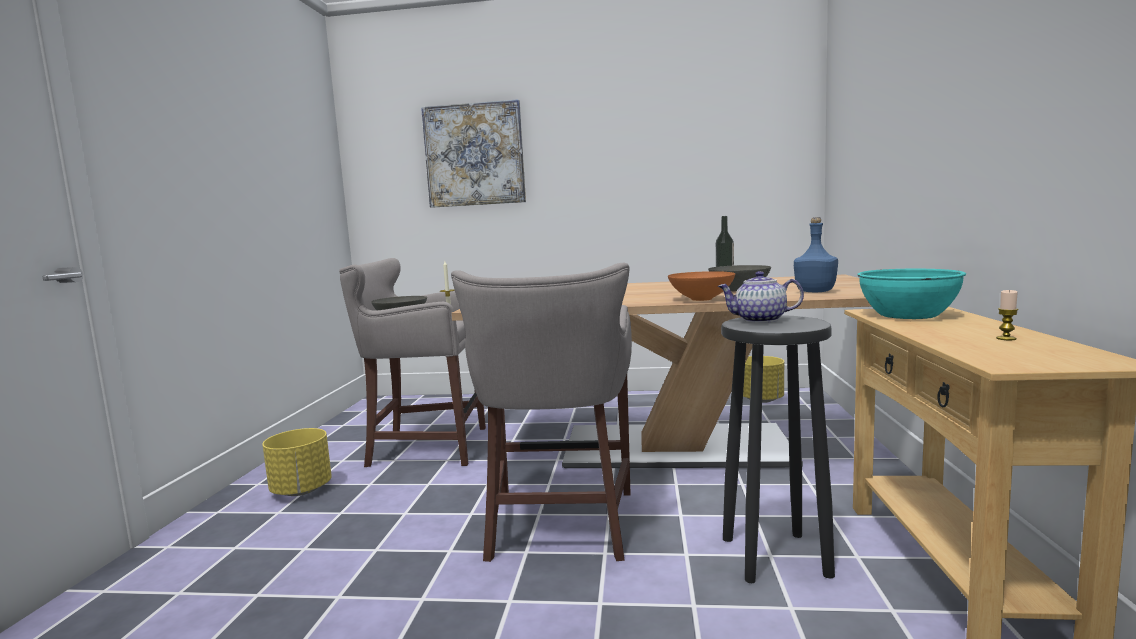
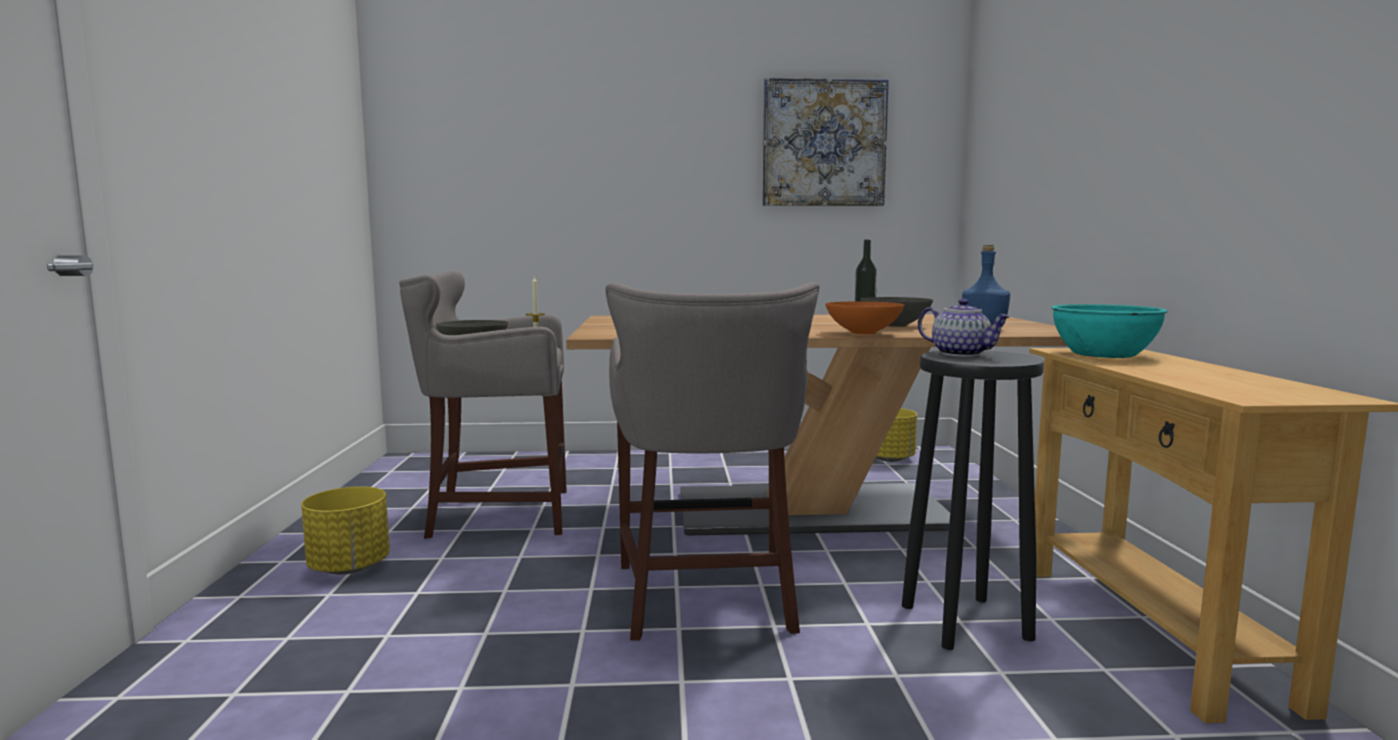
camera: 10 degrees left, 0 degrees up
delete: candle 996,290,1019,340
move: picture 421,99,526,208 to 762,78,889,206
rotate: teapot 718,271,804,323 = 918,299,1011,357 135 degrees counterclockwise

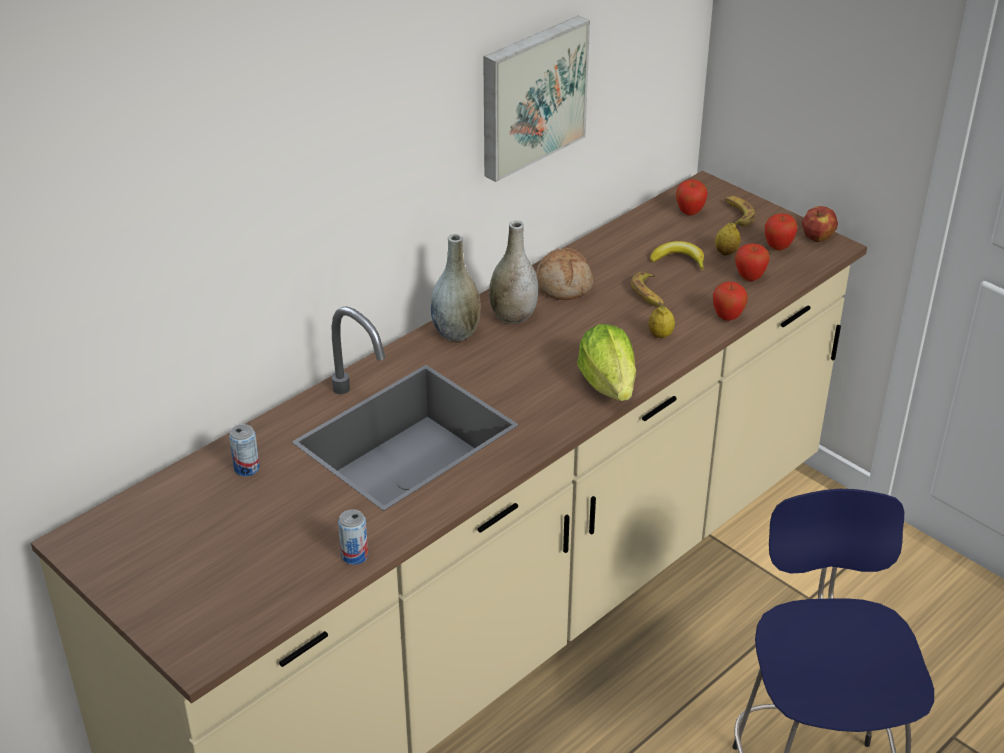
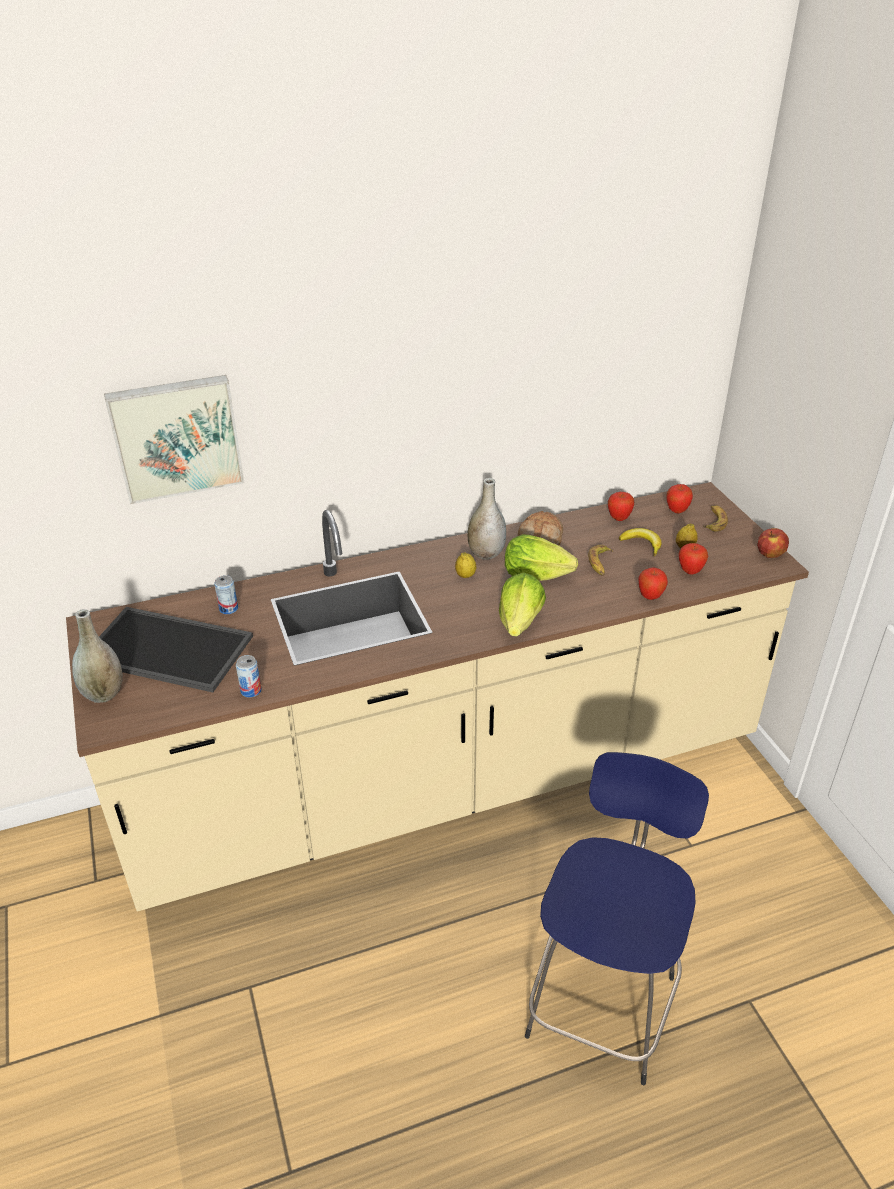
camera: 25 degrees right, 0 degrees up
insert: tray 99,607,253,692; lettuce 505,534,578,581
move: grey vase 431,234,481,341 to 72,609,123,703; picture 483,16,590,182 to 104,375,244,504; lemon 649,306,675,338 to 455,552,476,578; apple 765,213,797,250 to 608,492,634,521

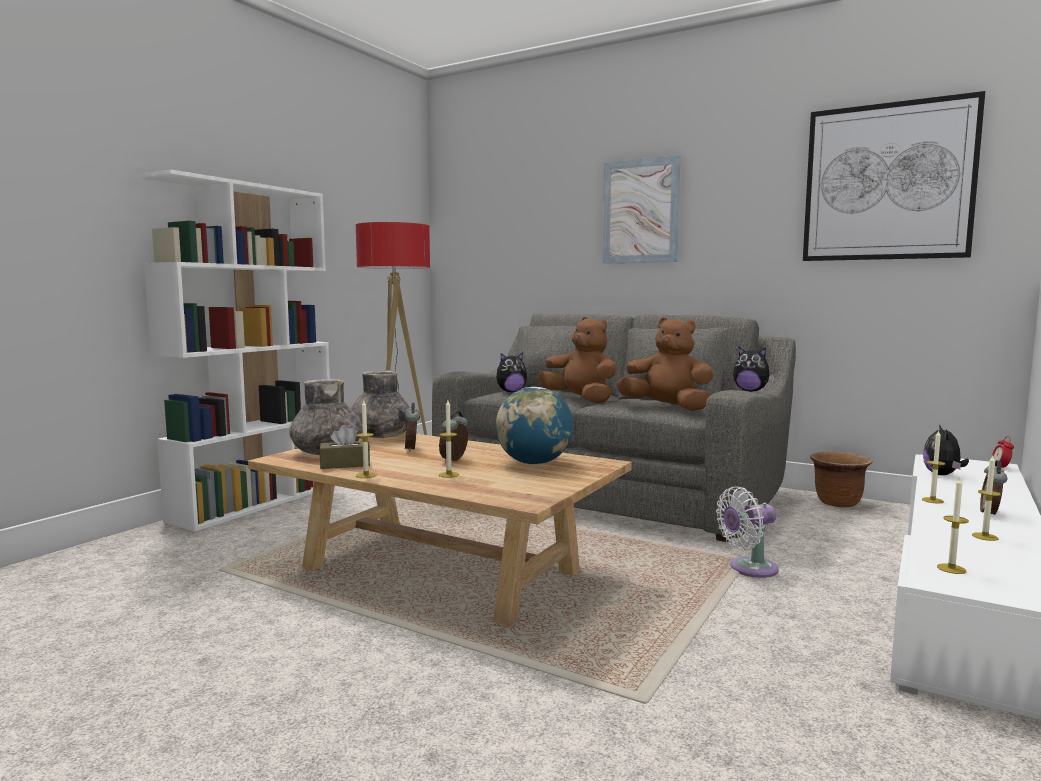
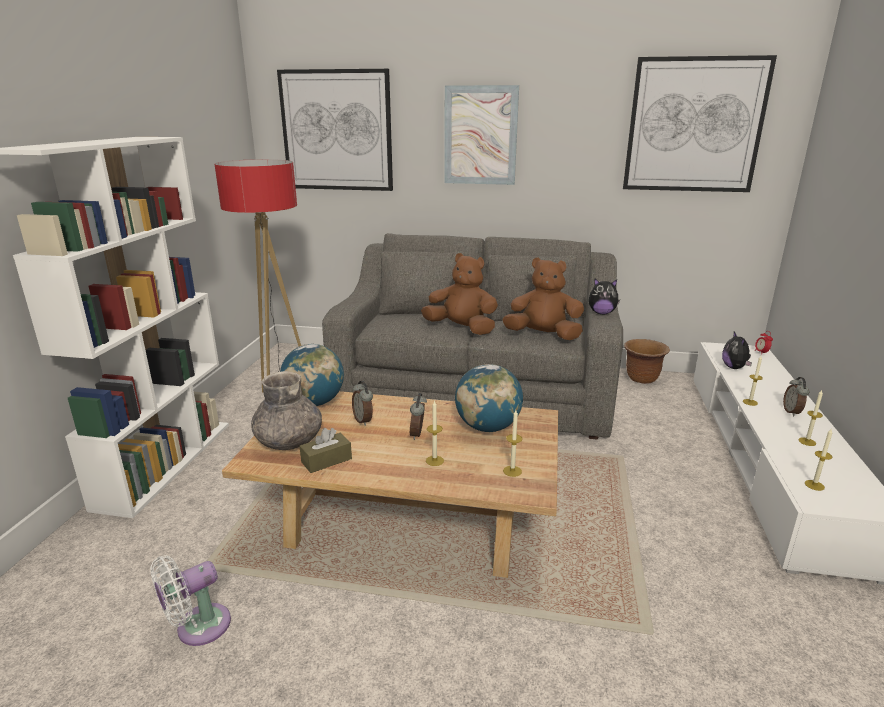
camera: 20 degrees left, 15 degrees up
delete: plush toy 496,352,527,392
insert: picture 277,69,393,191
move: candle 356,401,377,478 to 503,410,522,477; white fan 716,486,779,578 to 150,555,231,646
replace: grey vase 351,371,410,438 to globe 280,344,344,406

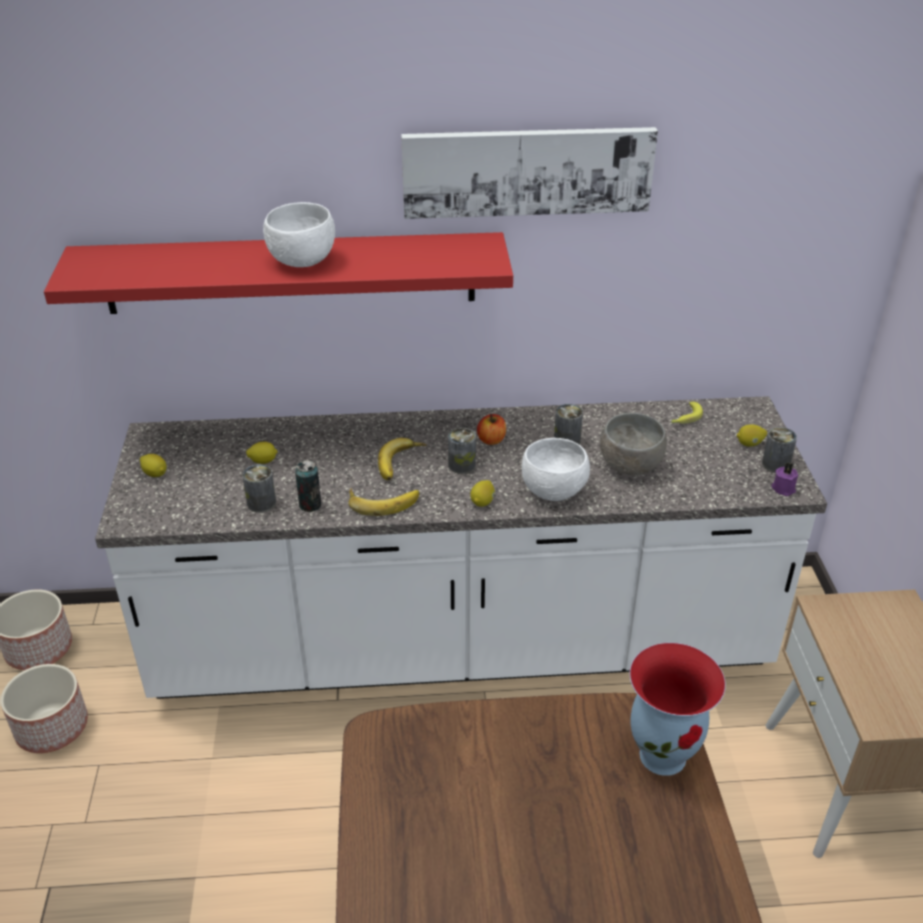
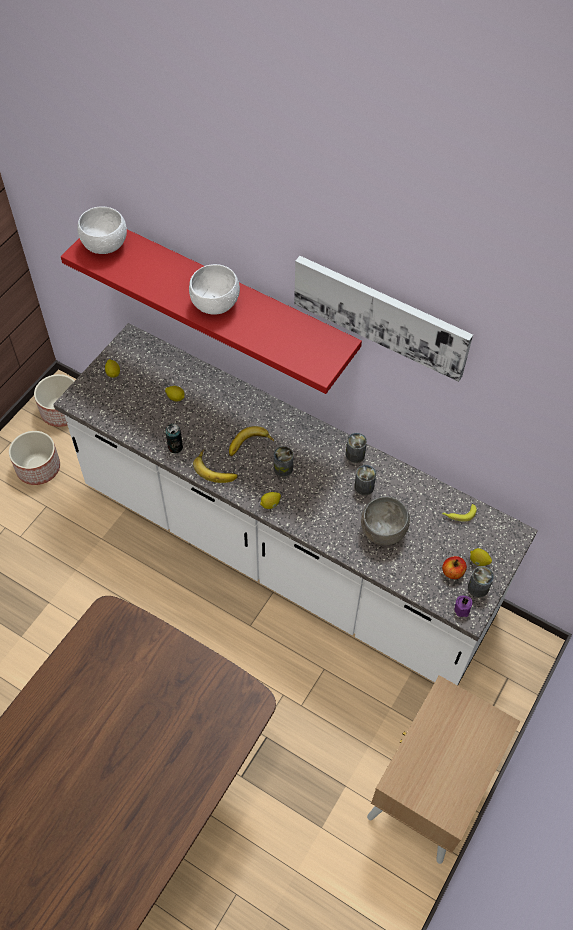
camera: 35 degrees right, 20 degrees up
delete: vase 629,643,726,776
move: can 242,464,276,513 to 346,433,367,463; apple 477,414,506,445 to 442,556,467,579; white bowl 522,438,590,501 to 77,207,127,254

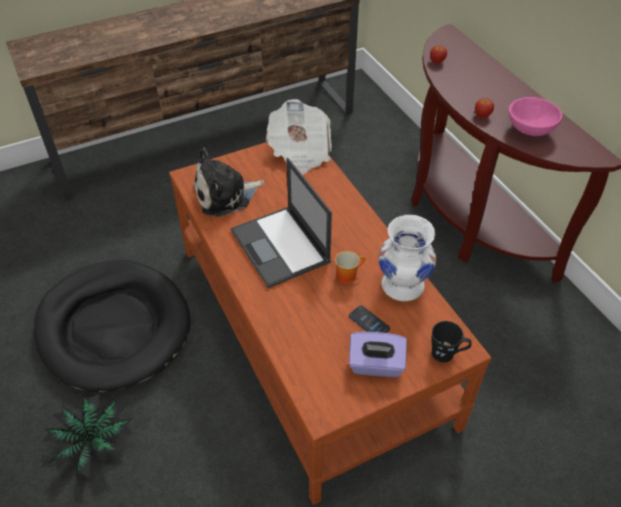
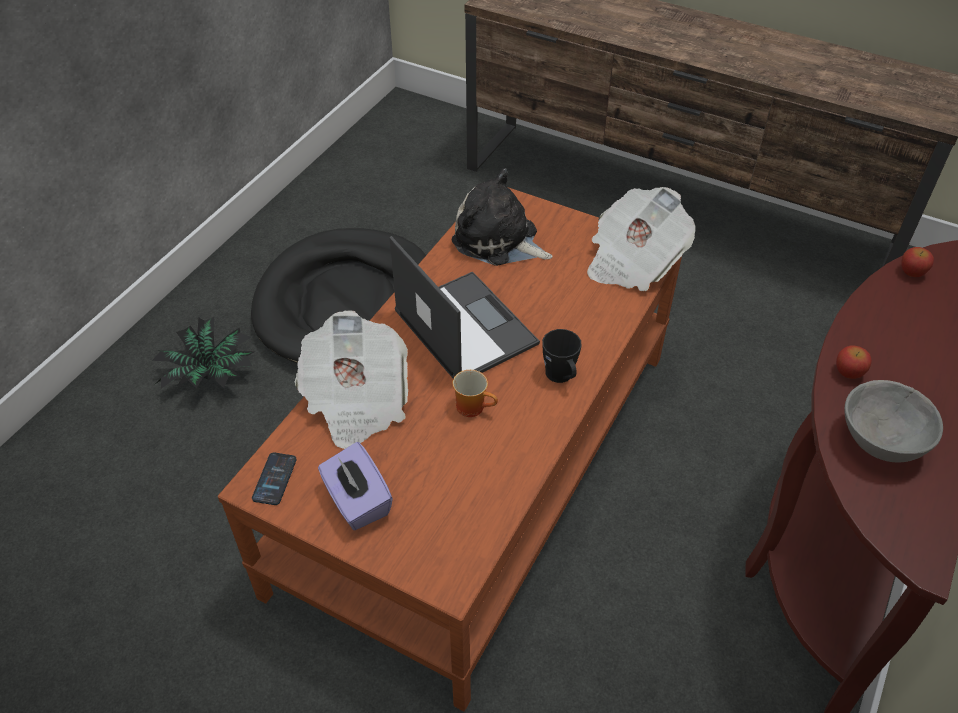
camera: 55 degrees right, 0 degrees up
delete: white vase 378,215,436,301
insert: newspaper 295,311,408,449
move: phone 349,305,390,333 to 252,453,297,505; black mug 431,321,472,363 to 542,329,581,383
recolor: pink bowl 508,97,563,136 to grey bowl 844,380,943,462
rotate: laptop 231,158,332,288 = 390,236,540,378 120 degrees clockwise

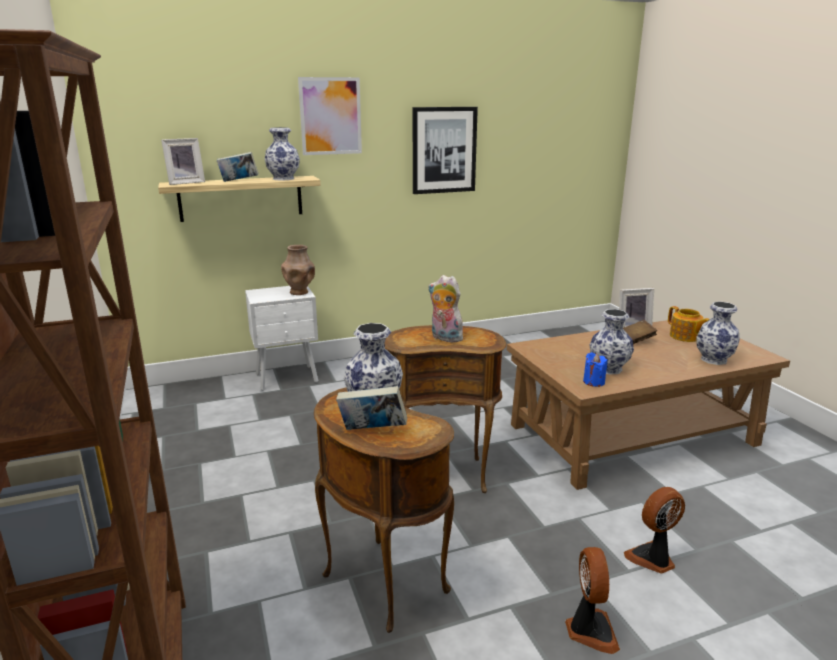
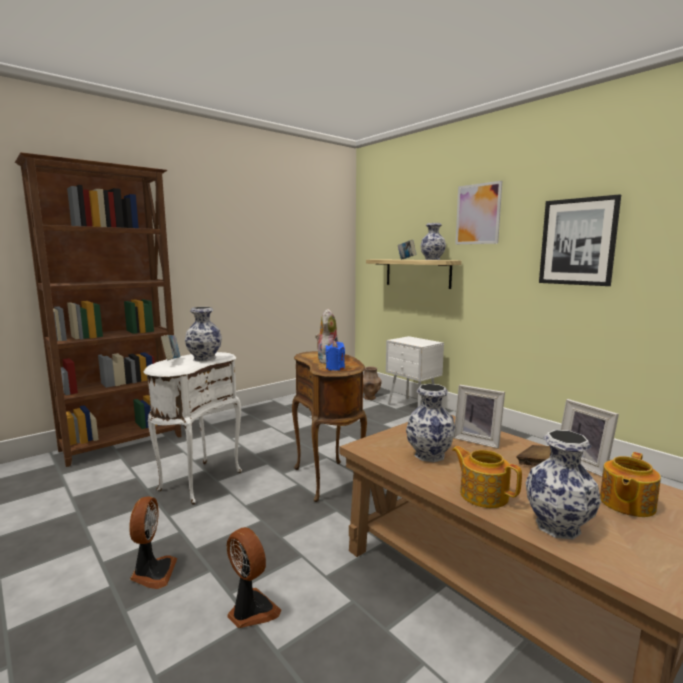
camera: 70 degrees right, 10 degrees down
insert: teapot 452,446,522,508
move: picture frame 161,138,205,185 to 453,385,505,449; brown vase 281,245,315,295 to 363,366,382,400; blue candle 583,352,607,387 to 325,341,345,371
recolor: brown side table 314,387,454,633 to white side table 144,352,242,505
rotate: fan 565,547,620,654 = 129,496,178,589 75 degrees counterclockwise

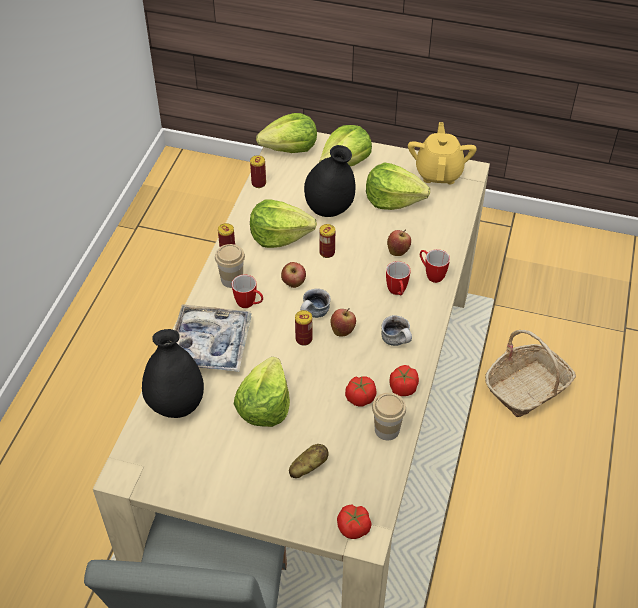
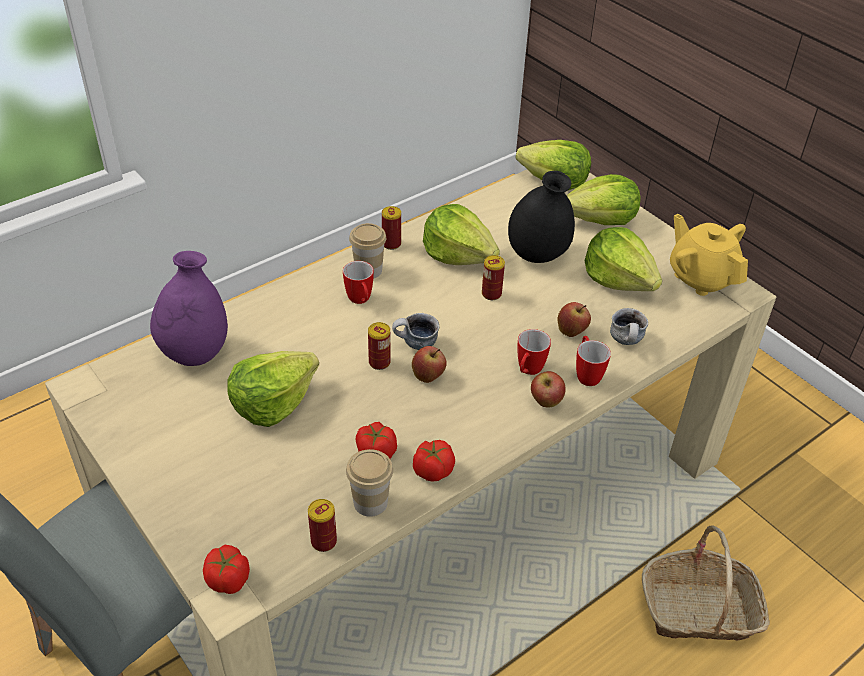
camera: 35 degrees right, 5 degrees down
delete: tray 175,304,251,372; potato 289,444,329,478
move: can 250,155,266,188 to 308,499,337,552; apple 281,262,306,288 to 531,371,566,407; mug 381,315,412,346 to 610,308,648,345
recolor: black vase 142,329,204,418 to purple vase 150,251,228,366
rotate: yellow teapot 408,122,477,184 = 670,214,748,296 75 degrees counterclockwise

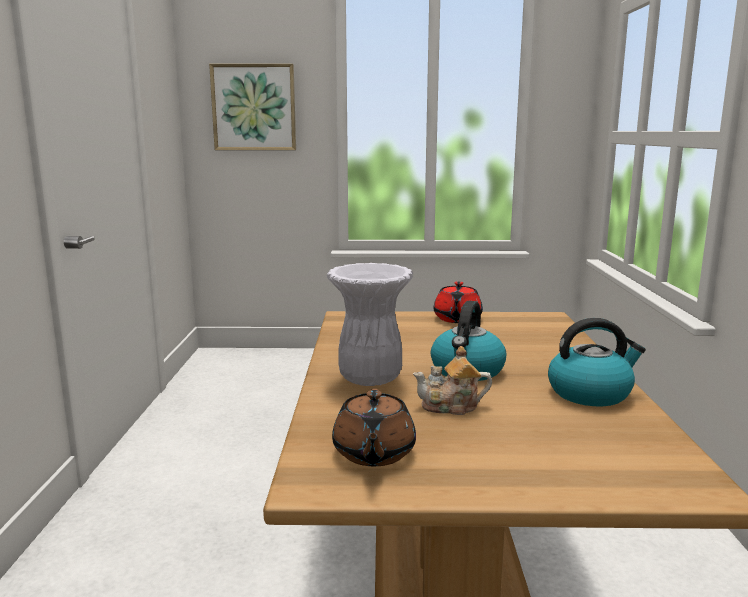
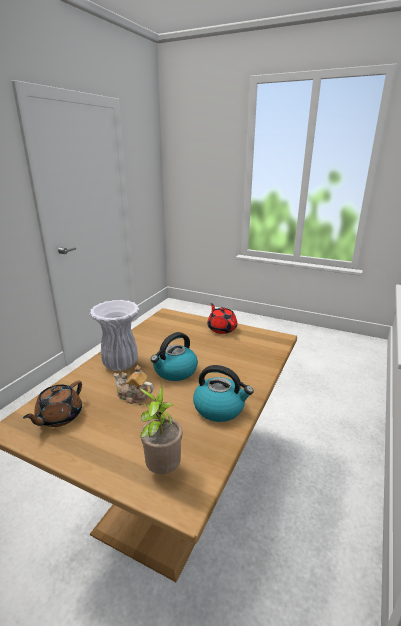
camera: 25 degrees right, 10 degrees up
delete: picture 209,64,296,150
insert: potted plant 139,384,182,474
rotate: red teapot 433,281,483,323 = 207,303,237,334 120 degrees clockwise

